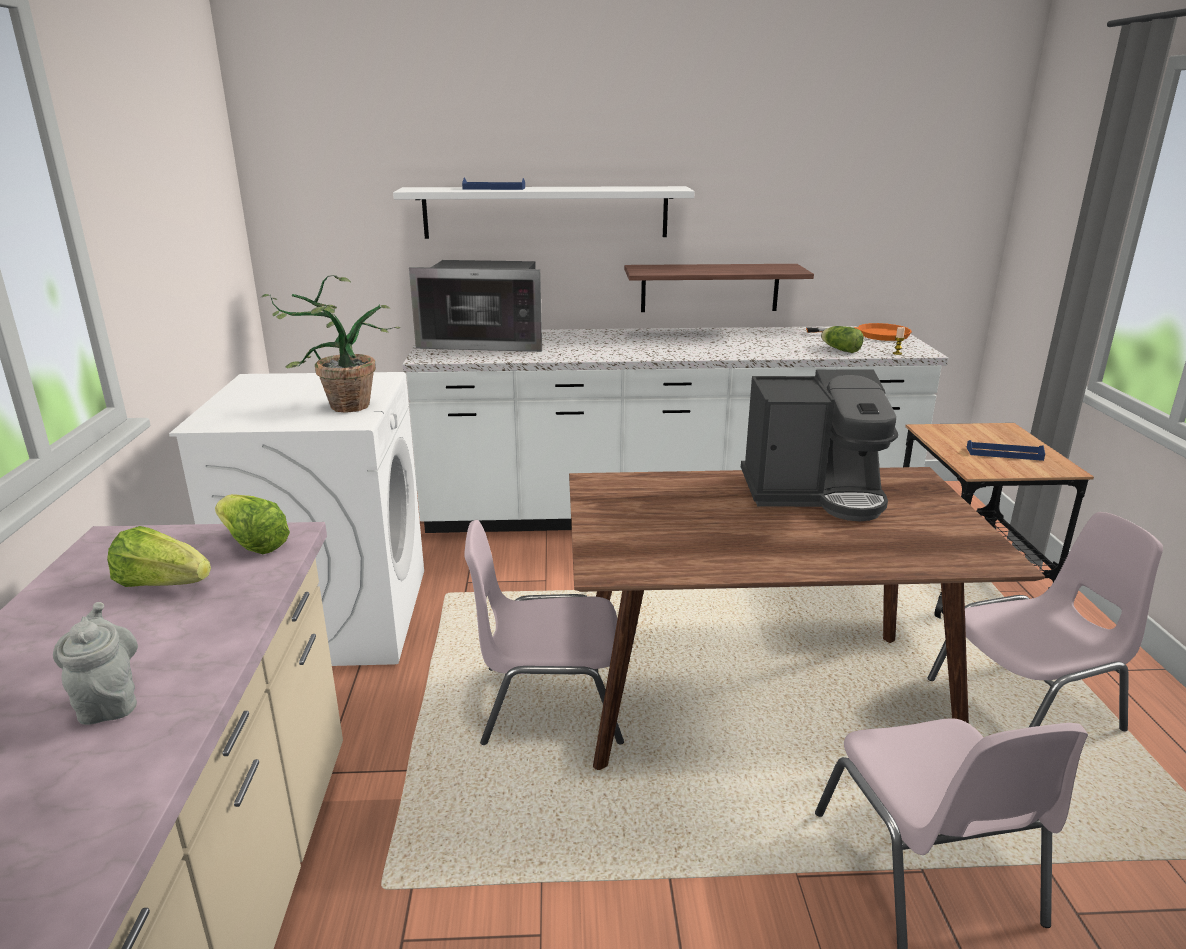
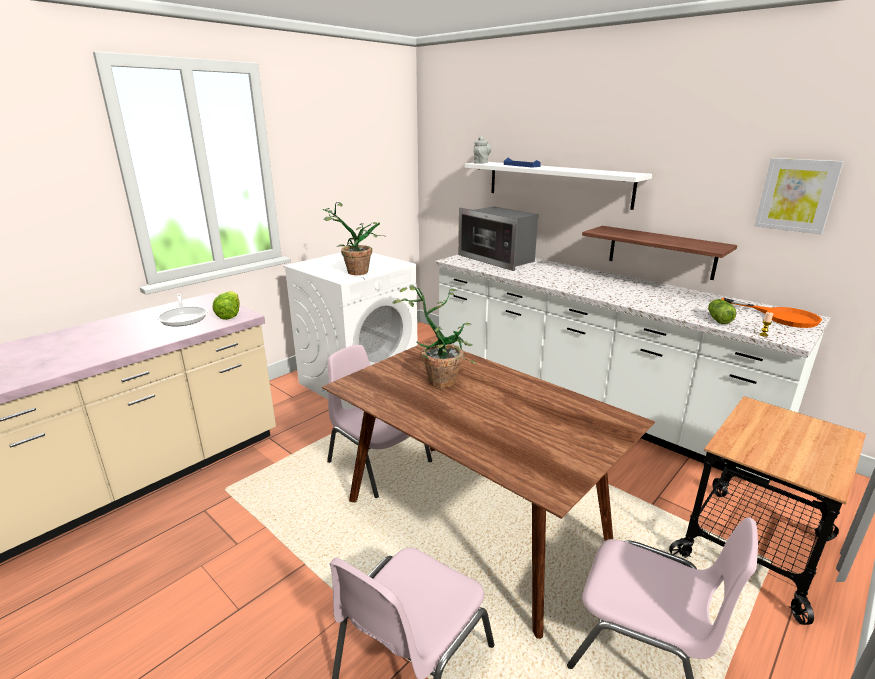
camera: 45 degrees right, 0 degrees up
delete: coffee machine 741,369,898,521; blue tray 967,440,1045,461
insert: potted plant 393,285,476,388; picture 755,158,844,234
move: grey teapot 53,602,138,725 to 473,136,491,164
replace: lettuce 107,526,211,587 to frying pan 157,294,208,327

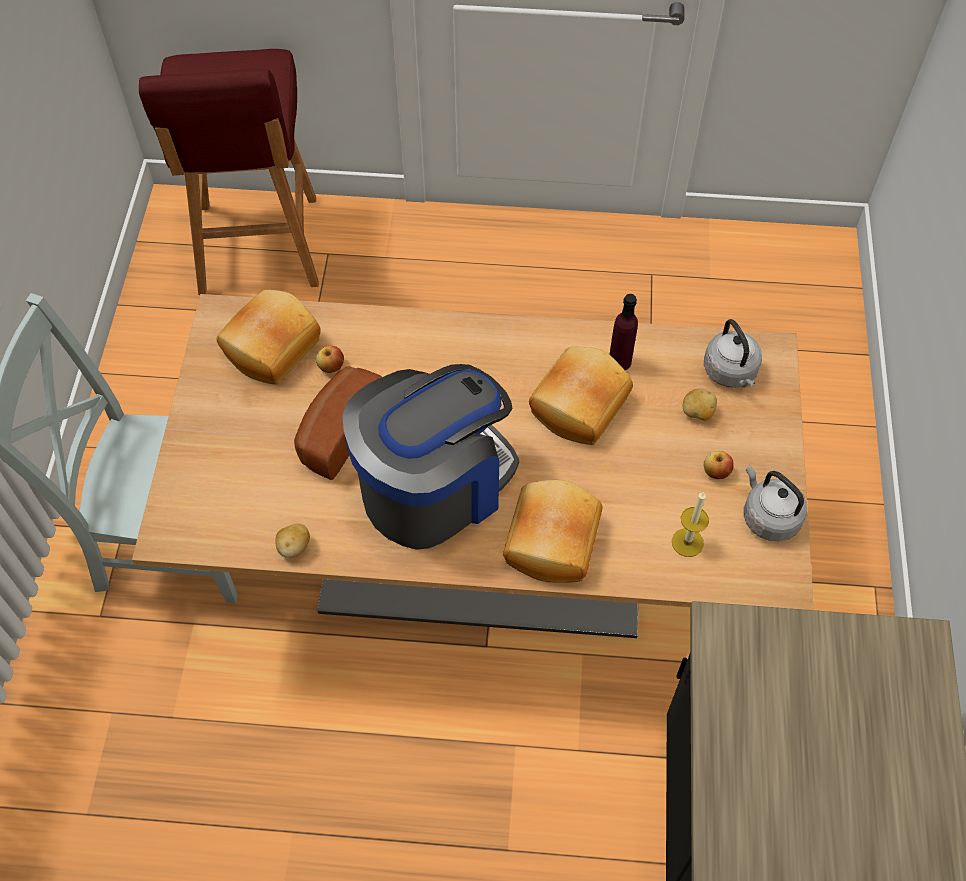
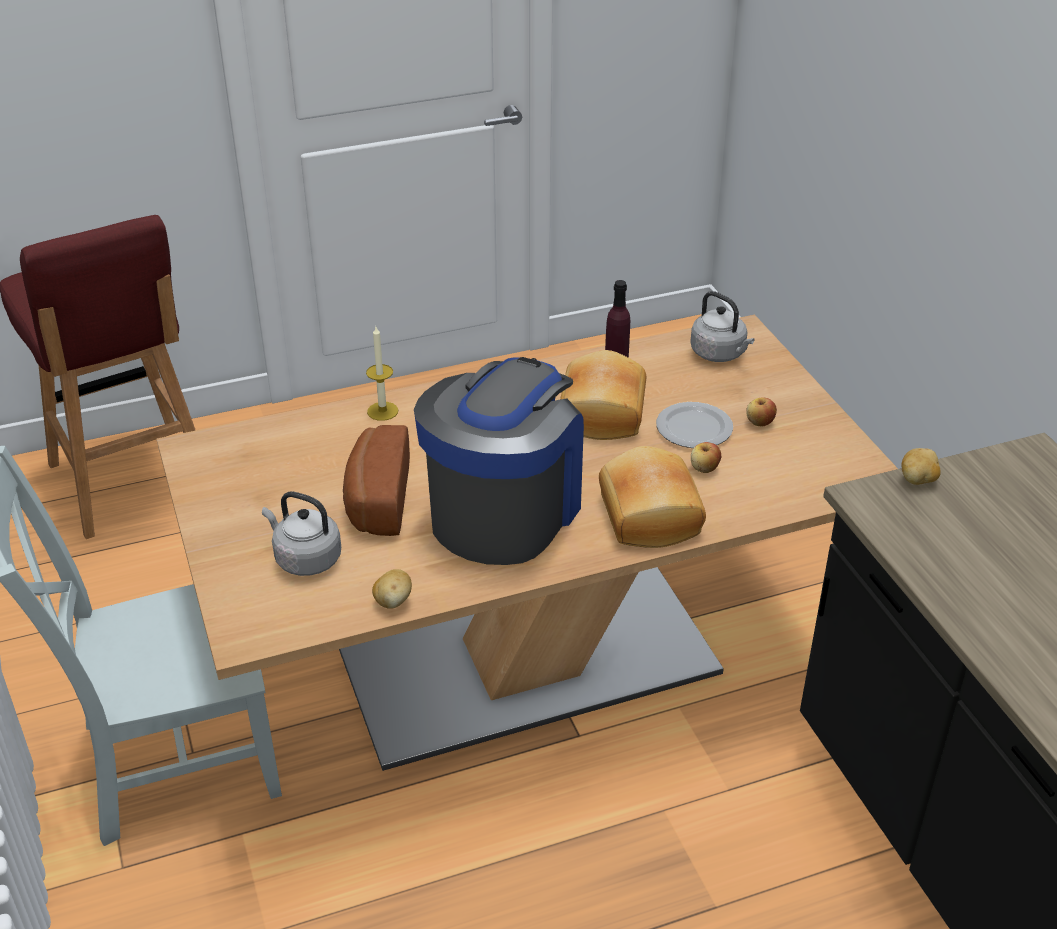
camera: 25 degrees left, 20 degrees down
delete: bread 217,290,321,385
insert: plate 656,402,733,448
move: apple 316,346,344,373 to 691,442,721,473; candle 672,491,709,557 to 366,327,398,421; potato 683,388,717,420 to 901,448,941,485; grey kettle 744,465,807,541 to 262,491,341,576

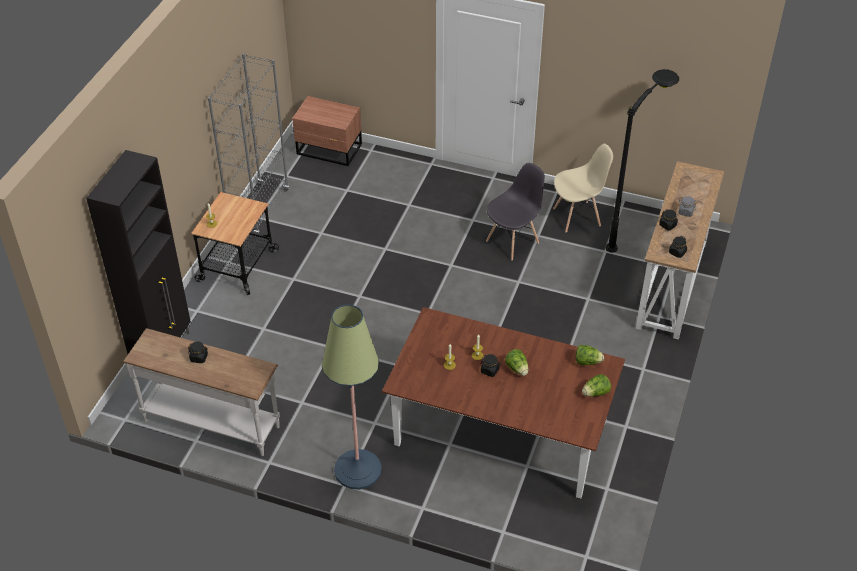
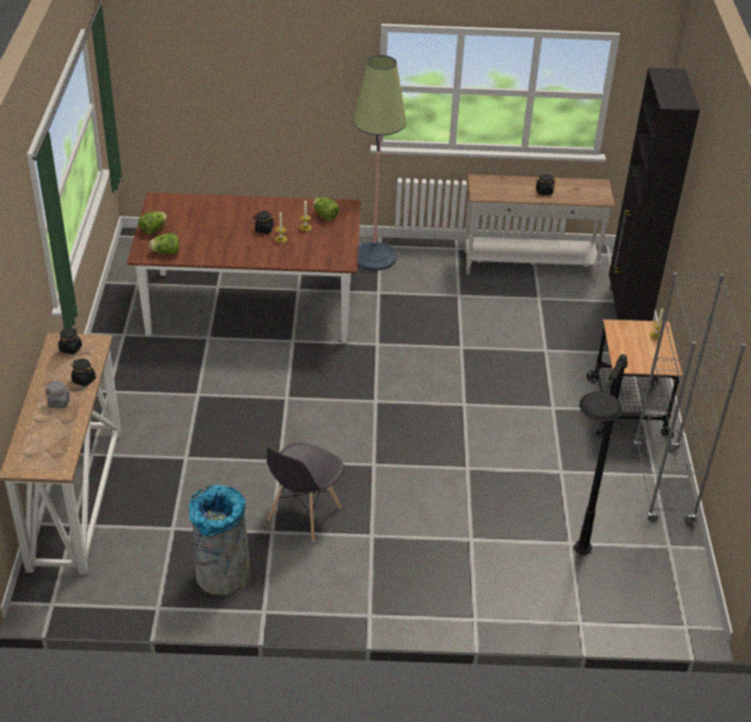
camera: 160 degrees right, 5 degrees down
delete: brown nightstand 292,96,362,166
move: lettuce 505,349,529,376 to 313,198,339,221; black floor lamp 606,69,679,253 to 574,354,628,555
replace: beige chair 553,144,613,232 to grey trash can 188,485,250,595

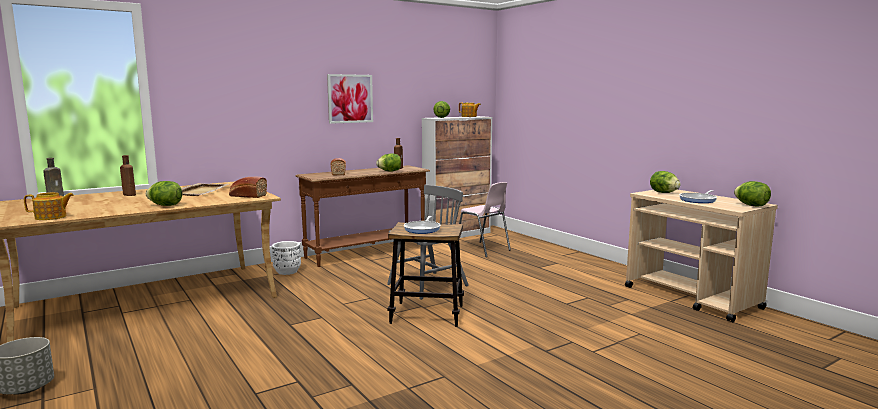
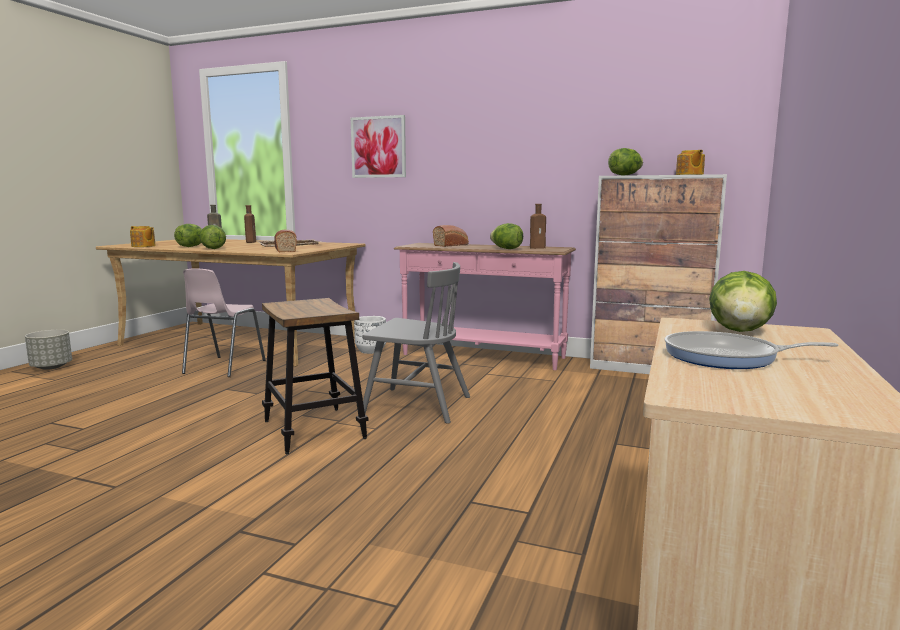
camera: 55 degrees right, 0 degrees up
delete: frying pan 404,216,441,234
move: picture 327,74,373,124 to 351,115,406,178; pink chair 459,182,511,257 to 182,268,266,377; lettuce 734,181,771,206 to 174,224,202,247
recolor: brown console table 295,165,430,267 to pink console table 394,243,576,370

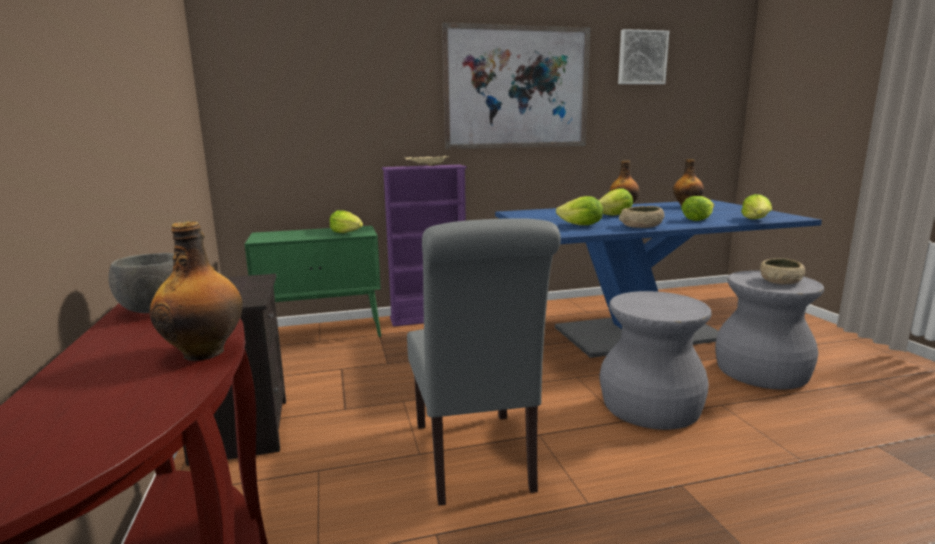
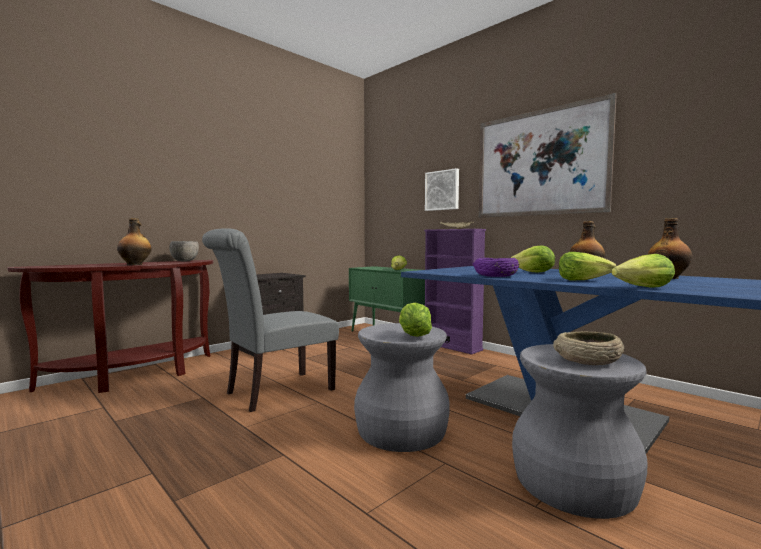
camera: 60 degrees right, 10 degrees down
move: lettuce 556,196,603,225 to 399,303,432,337; picture 618,29,669,84 to 425,168,459,211
recolor: beige bowl 619,206,665,228 to purple bowl 473,258,519,277

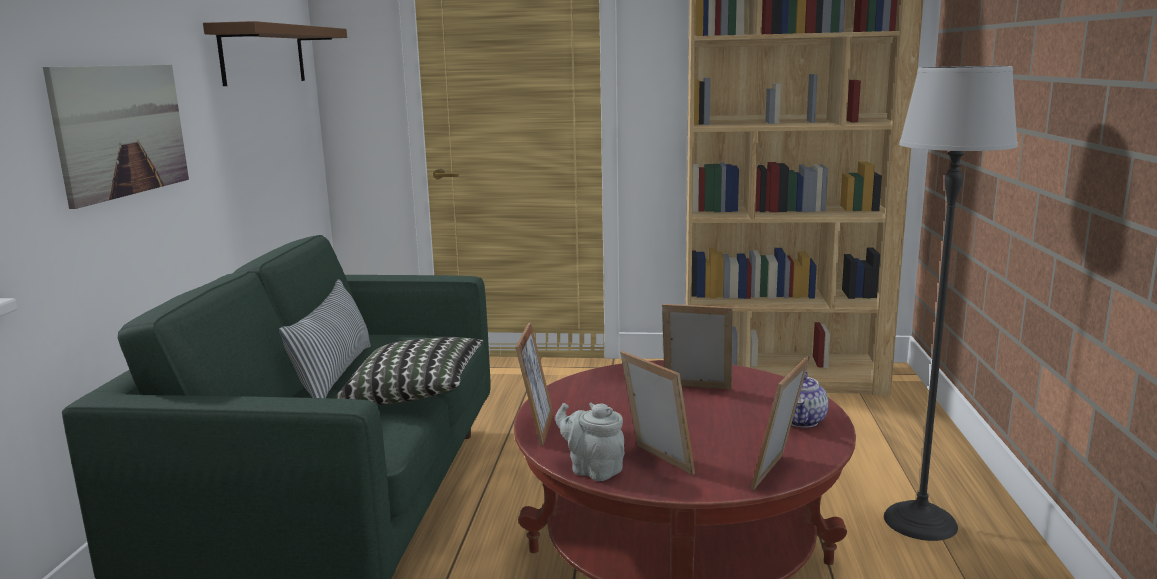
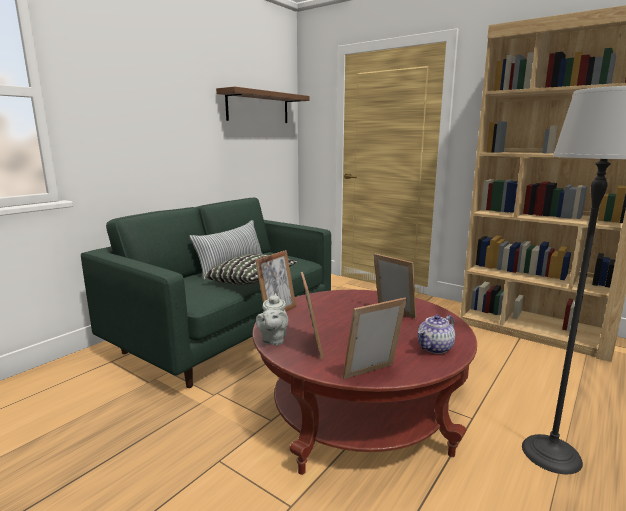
camera: 30 degrees right, 0 degrees up
delete: picture 43,64,189,209
rotate: grey teapot 555,403,625,481 = 256,293,288,345 150 degrees counterclockwise

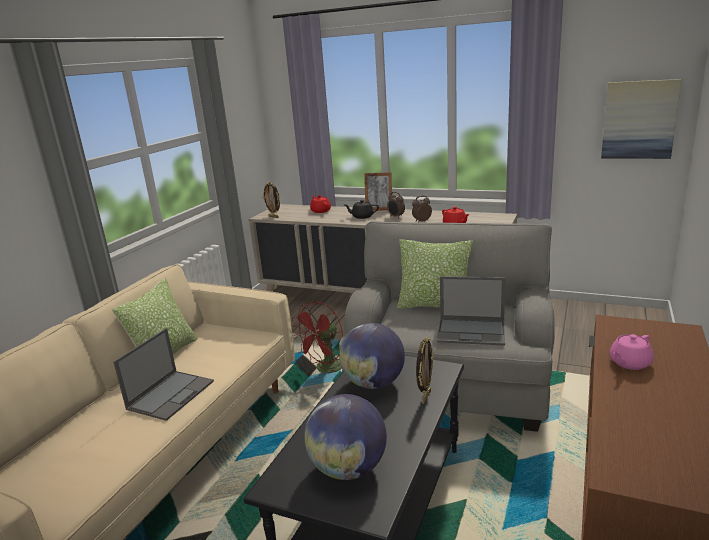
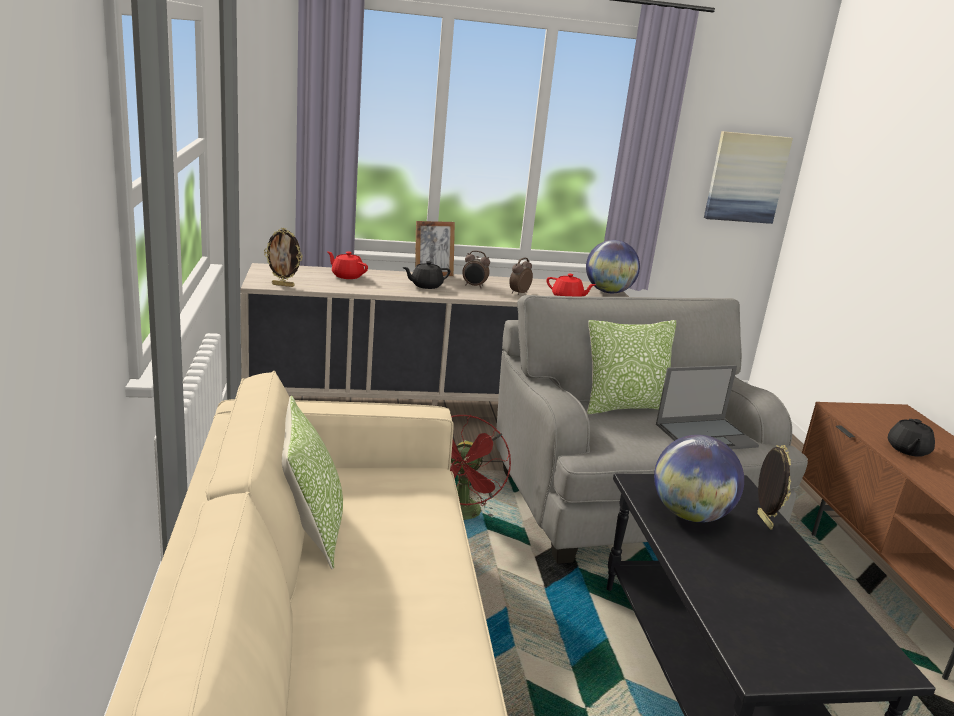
camera: 35 degrees left, 0 degrees up
delete: laptop 113,328,214,421
move: globe 304,394,387,480 to 586,240,640,293
recolor: pink teapot 610,334,654,370 to black teapot 888,419,935,457

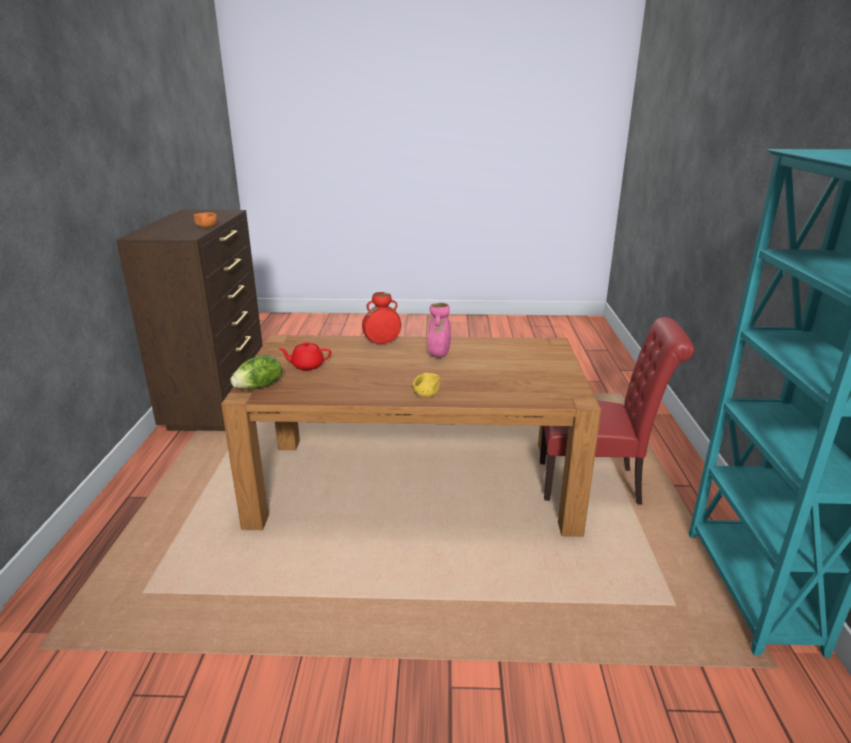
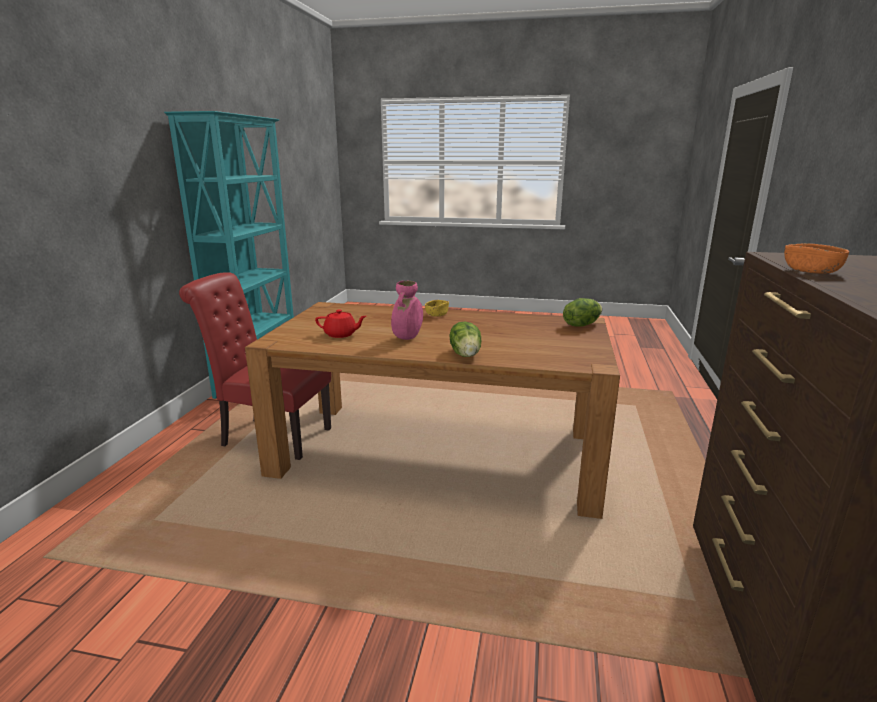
camera: 170 degrees left, 5 degrees down
move: red teapot 278,342,332,370 to 315,309,366,338
replace: red vase 362,292,401,344 to lettuce 450,321,481,357

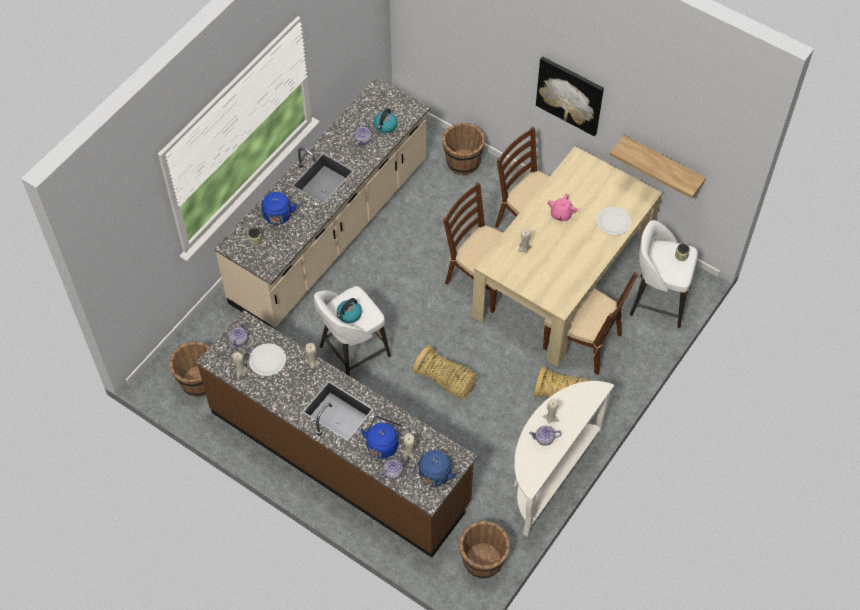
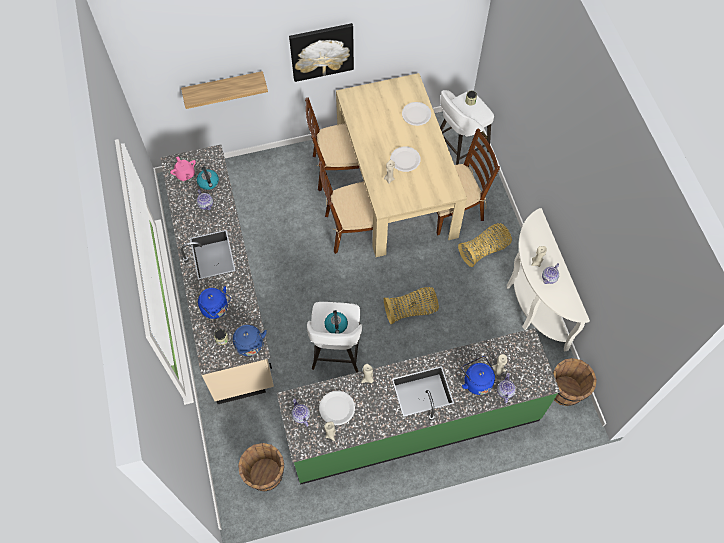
camera: 50 degrees left, 5 degrees up
delete: brown bucket 442,123,485,175
insert: white plate 390,147,421,172
move: blue kettle 414,450,456,486 to 233,325,267,356; pink teapot 548,193,577,221 to 170,156,196,181; shelf 610,135,706,199 to 181,71,268,109
recolor: brown counter 196,310,477,558 to green counter 277,328,560,485

